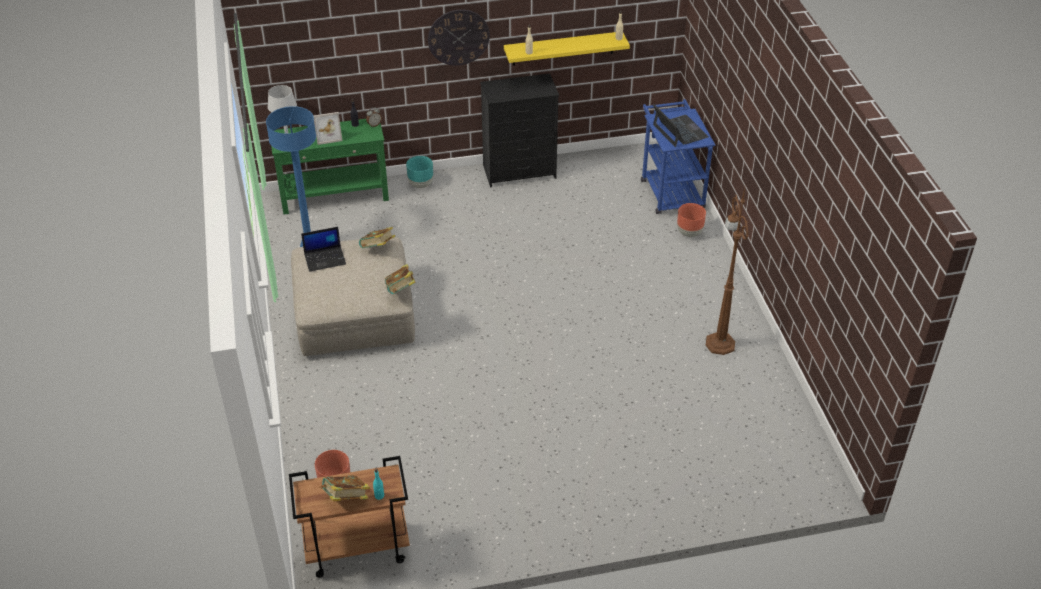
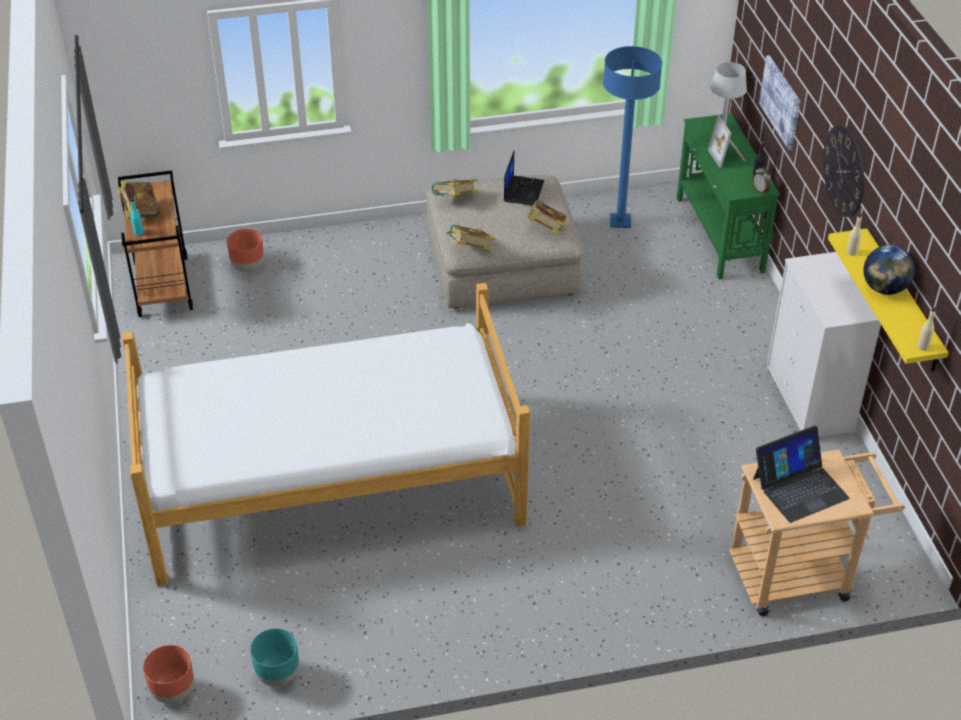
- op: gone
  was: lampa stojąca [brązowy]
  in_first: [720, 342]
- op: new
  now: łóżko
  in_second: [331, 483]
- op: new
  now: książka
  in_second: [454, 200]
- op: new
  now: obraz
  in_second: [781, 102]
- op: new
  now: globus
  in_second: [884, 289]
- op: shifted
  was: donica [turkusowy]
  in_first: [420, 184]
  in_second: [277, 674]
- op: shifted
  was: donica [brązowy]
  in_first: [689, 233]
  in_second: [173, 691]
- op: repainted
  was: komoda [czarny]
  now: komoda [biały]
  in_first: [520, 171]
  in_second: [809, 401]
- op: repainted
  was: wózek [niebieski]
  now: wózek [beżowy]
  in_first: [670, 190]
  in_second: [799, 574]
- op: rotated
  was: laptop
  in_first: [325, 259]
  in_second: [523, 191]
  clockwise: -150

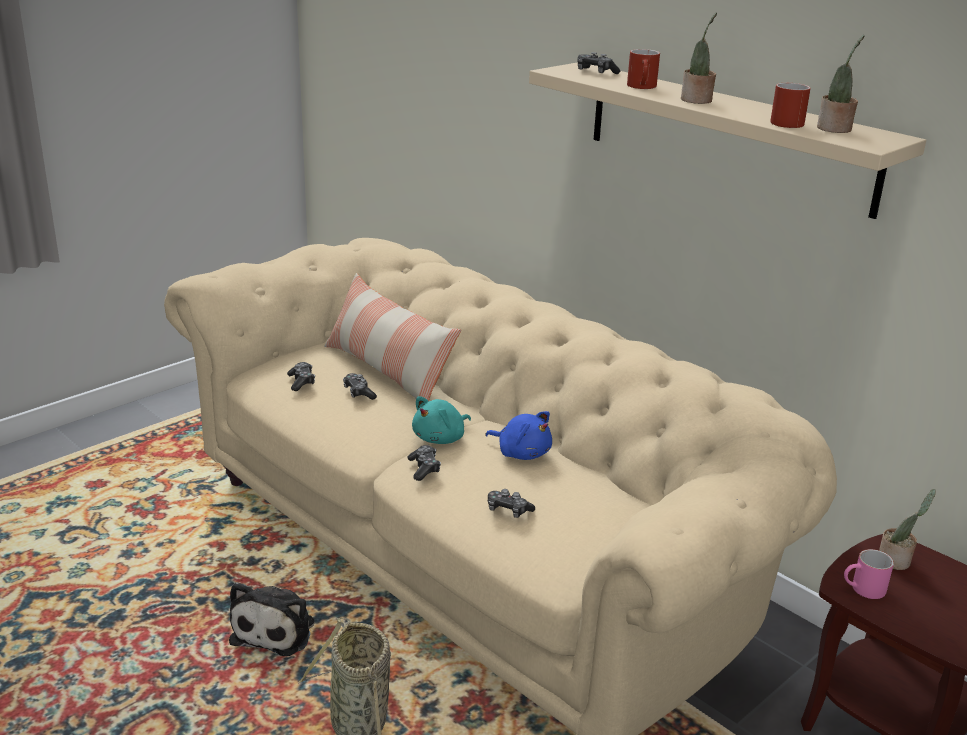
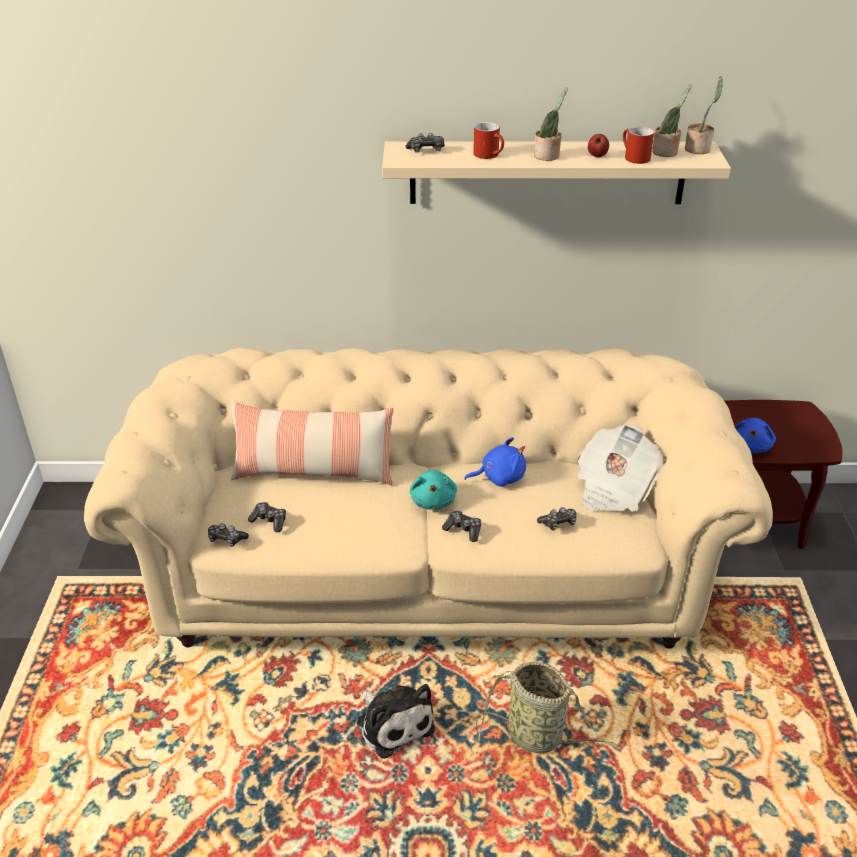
- op: new
  now: gazeta
  in_second: [613, 488]
- op: new
  now: jabłko
  in_second: [597, 156]
- op: shifted
  was: pad do gier
  in_first: [359, 392]
  in_second: [226, 539]
- op: shifted
  was: roślina doniczkowa
  in_first: [896, 561]
  in_second: [699, 149]
- op: swapped
  was: kubek [różowy]
  now: pluszak [niebieski]
  in_first: [863, 590]
  in_second: [750, 446]

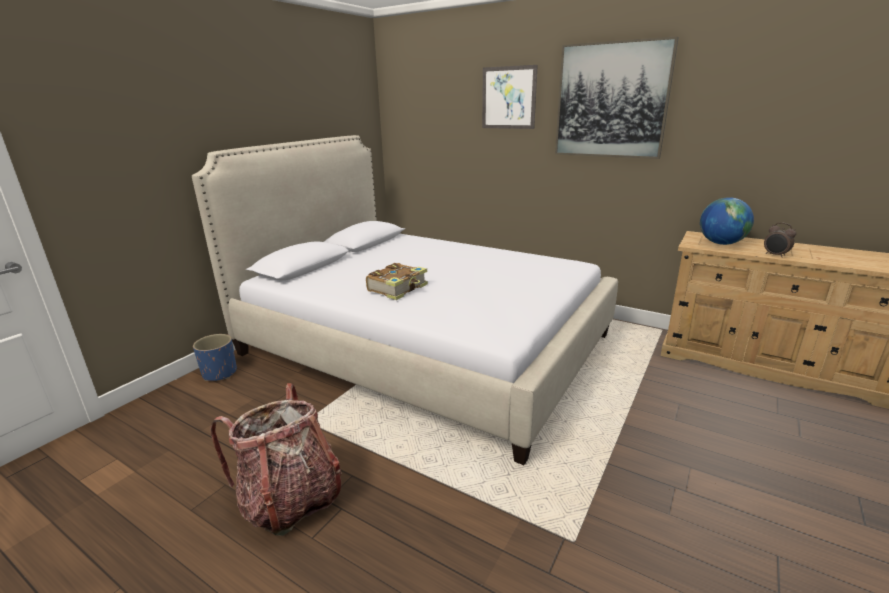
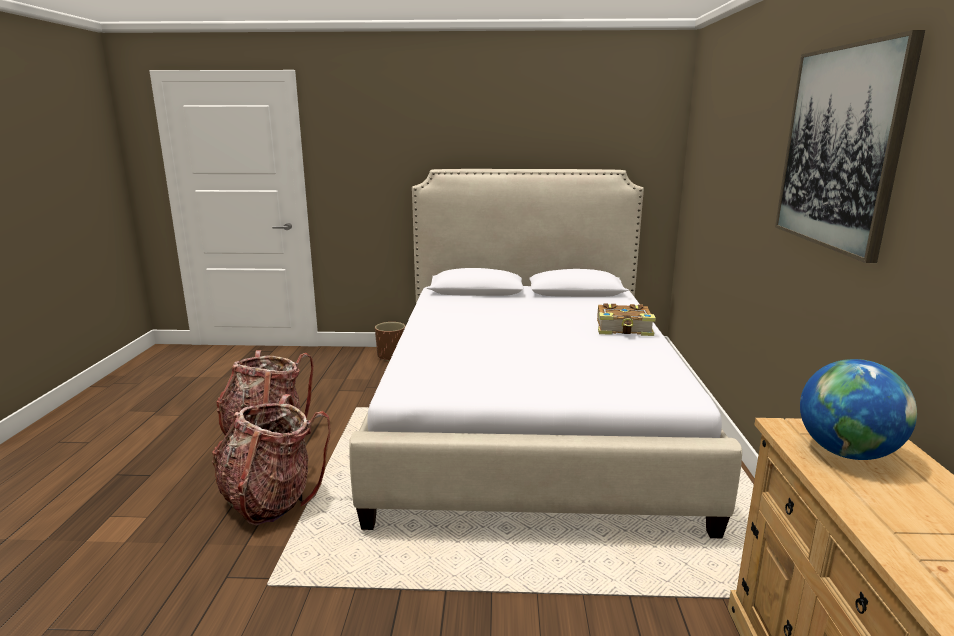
- op: gone
  was: obraz
  in_first: [508, 98]
- op: gone
  was: budzik
  in_first: [775, 255]
- op: new
  now: plecak
  in_second: [271, 500]
- op: shifted
  was: książka
  in_first: [398, 288]
  in_second: [624, 329]
- op: repainted
  was: donica [niebieski]
  now: donica [brązowy]
  in_first: [219, 373]
  in_second: [391, 356]

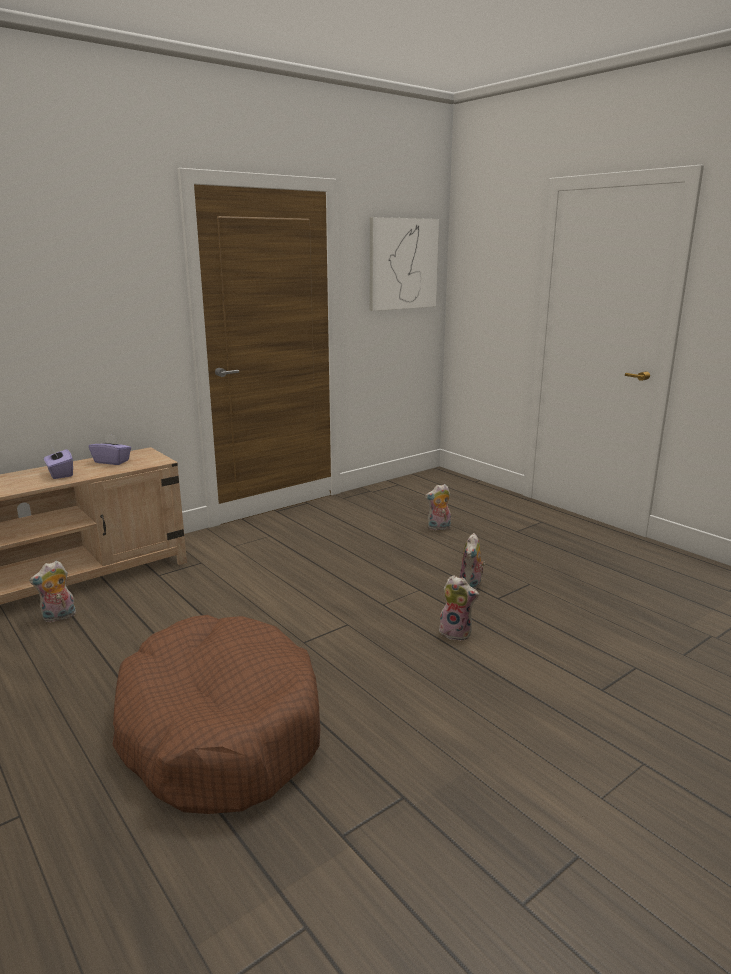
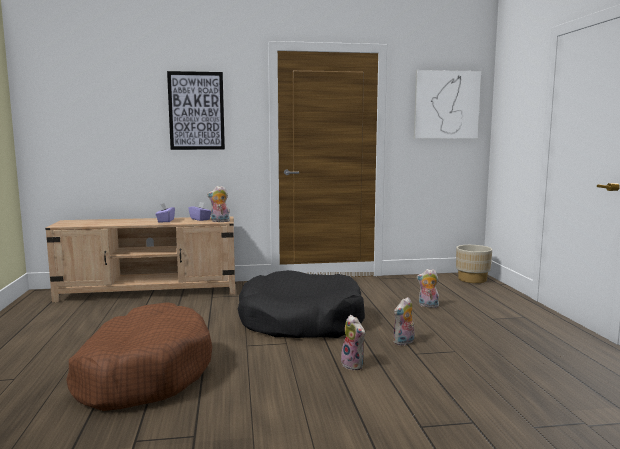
- op: new
  now: obraz
  in_second: [196, 111]
- op: new
  now: legowisko [czarny]
  in_second: [301, 321]
- op: new
  now: donica [beżowy]
  in_second: [472, 279]
- op: shifted
  was: pluszak
  in_first: [58, 617]
  in_second: [219, 221]

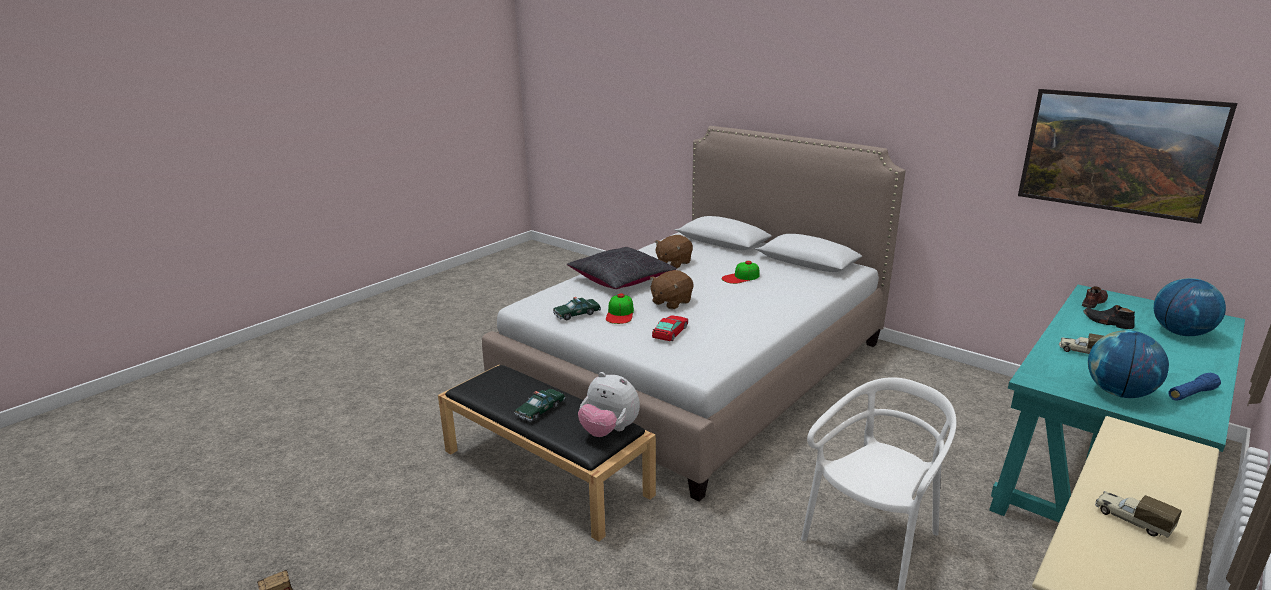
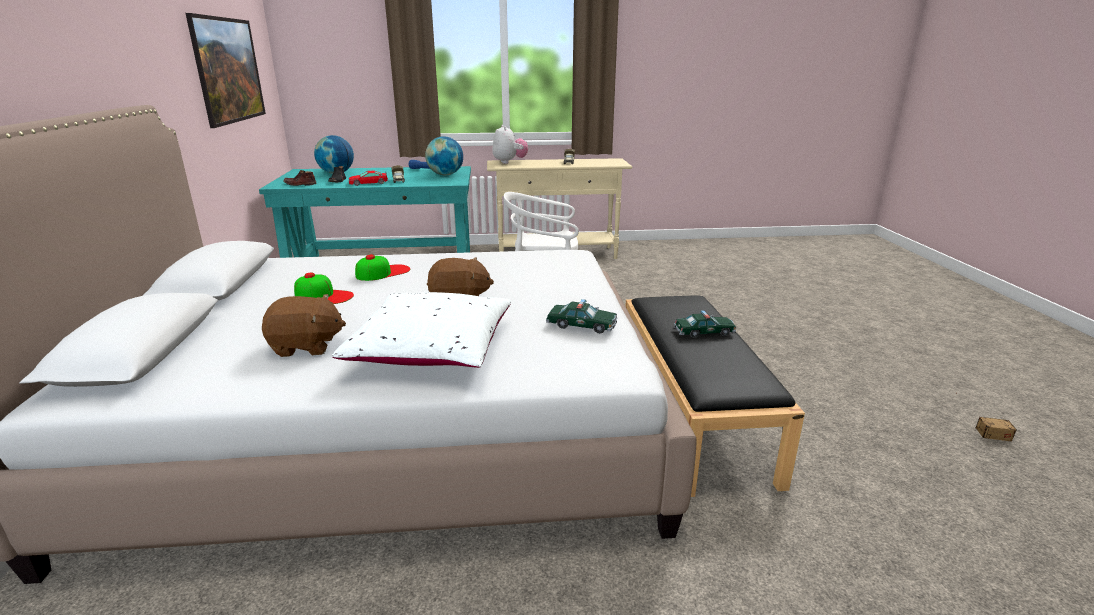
- op: shifted
  was: pluszak
  in_first: [609, 431]
  in_second: [509, 162]
- op: shifted
  was: czapka z daszkiem
  in_first: [620, 314]
  in_second: [383, 272]
- op: shifted
  was: samochodzik
  in_first: [670, 332]
  in_second: [368, 183]
- op: repainted
  was: poduszka [czarny]
  now: poduszka [biały]
  in_first: [621, 280]
  in_second: [432, 350]

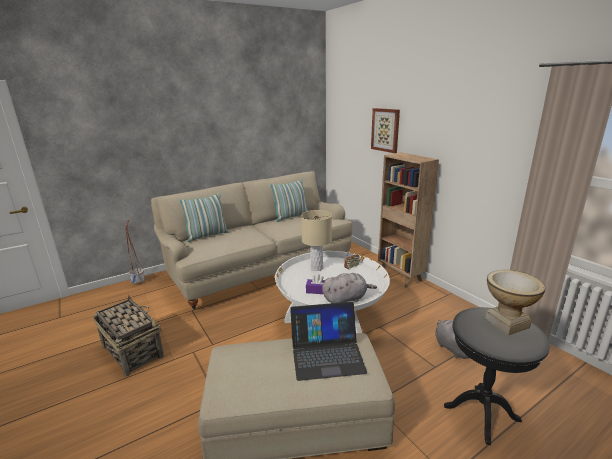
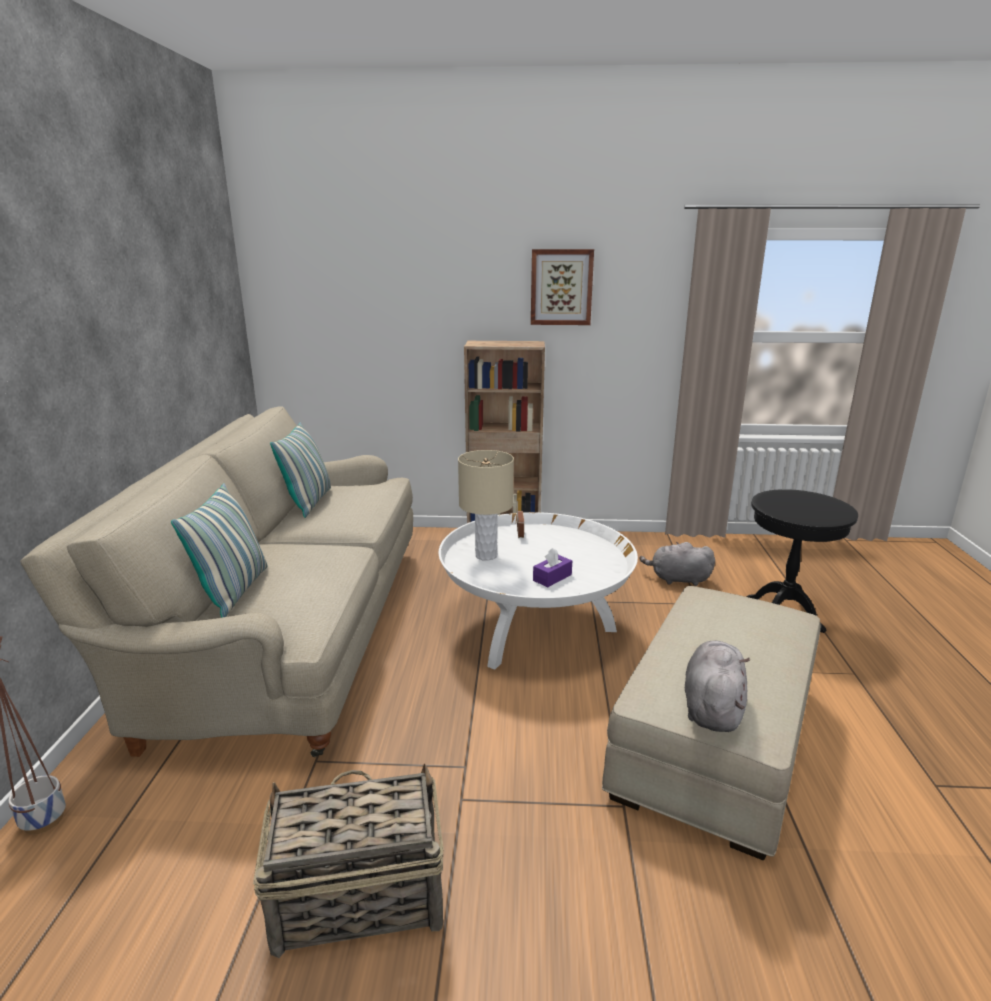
- op: gone
  was: laptop
  in_first: [327, 354]
- op: gone
  was: wazon
  in_first: [506, 323]
- op: shifted
  was: pluszak [szary]
  in_first: [346, 299]
  in_second: [712, 707]
- op: shifted
  was: obraz
  in_first: [385, 130]
  in_second: [561, 287]

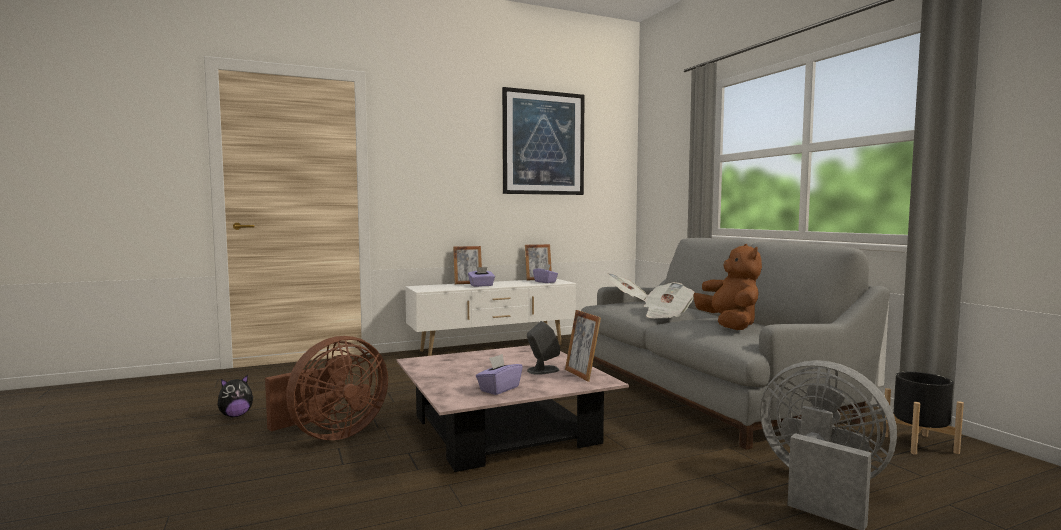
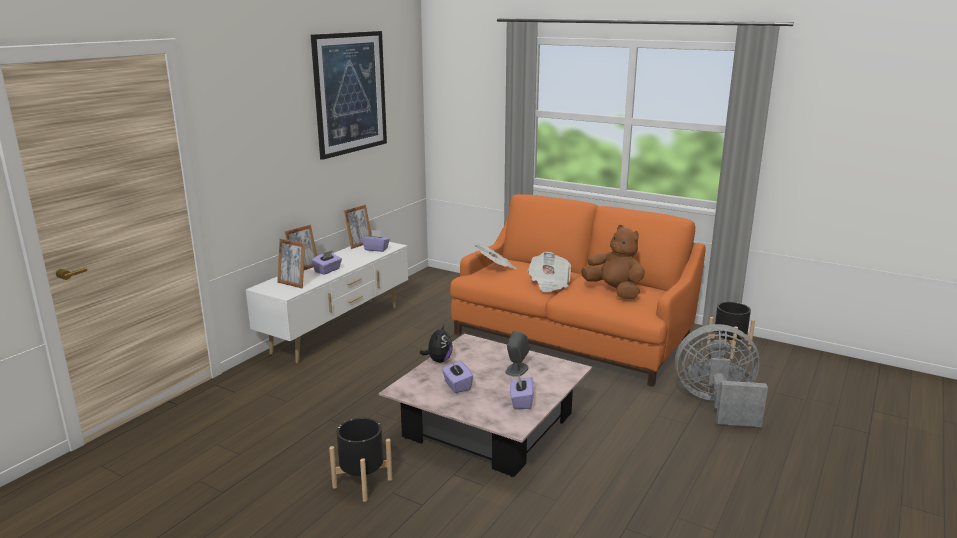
- op: new
  now: pudełko chusteczek [fioletowy]
  in_second: [457, 386]
- op: shifted
  was: pluszak
  in_first: [235, 415]
  in_second: [438, 360]
- op: shifted
  was: ramka na zdjęcie
  in_first: [582, 374]
  in_second: [293, 284]
- op: swapped
  was: wentylator [brązowy]
  now: donica [czarny]
  in_first: [331, 435]
  in_second: [362, 483]
- op: repainted
  was: kanapa [szary]
  now: kanapa [pomarańczowy]
  in_first: [708, 390]
  in_second: [573, 335]

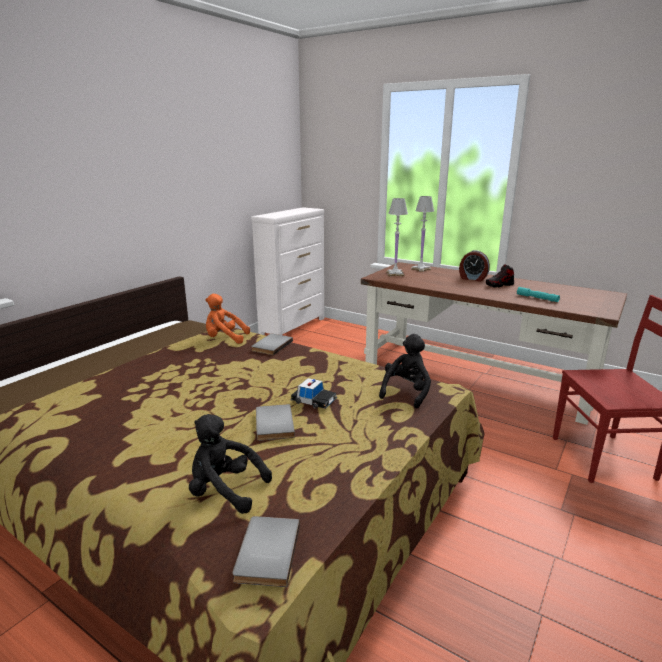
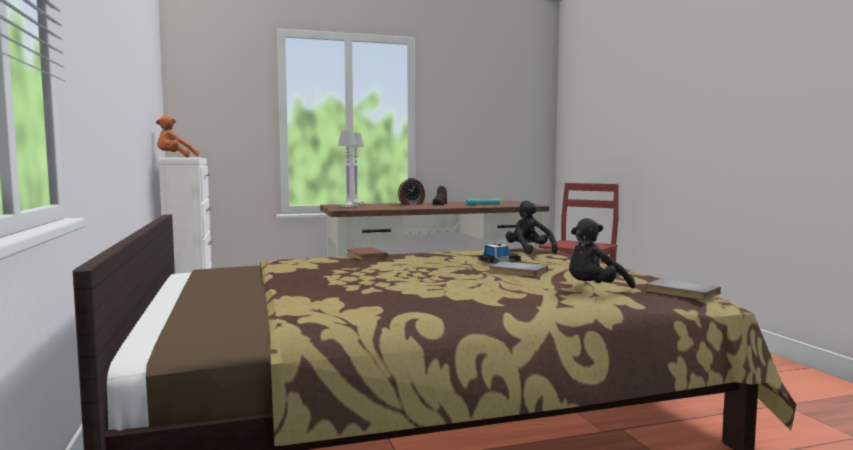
- op: shifted
  was: pluszak [pomarańczowy]
  in_first: [224, 339]
  in_second: [175, 157]
- op: repainted
  was: książka [szary]
  now: książka [brązowy]
  in_first: [271, 345]
  in_second: [365, 256]

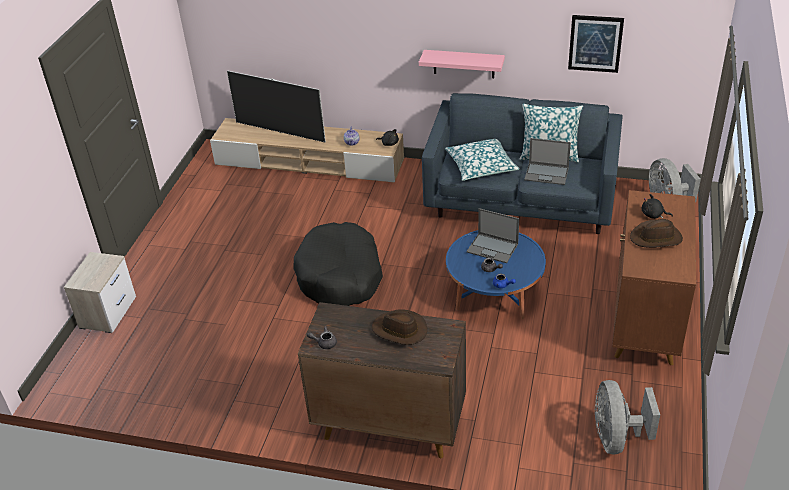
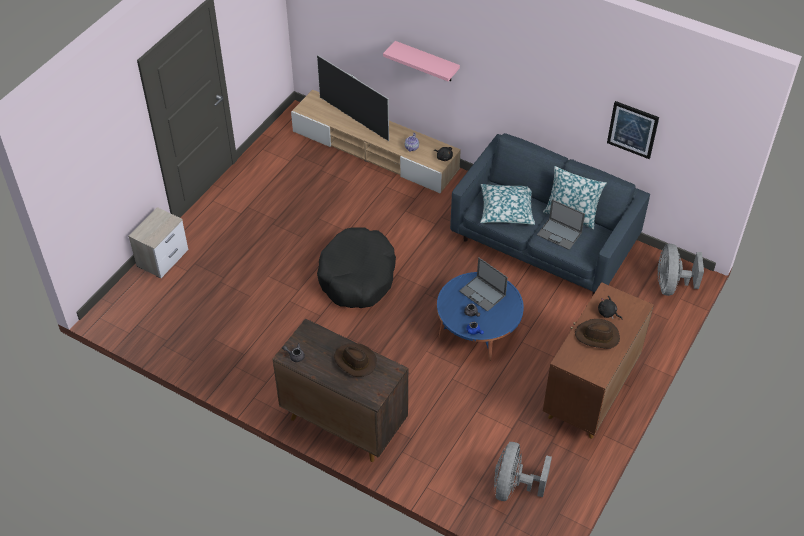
- op: shifted
  was: półka [różowy]
  in_first: [464, 64]
  in_second: [426, 62]

